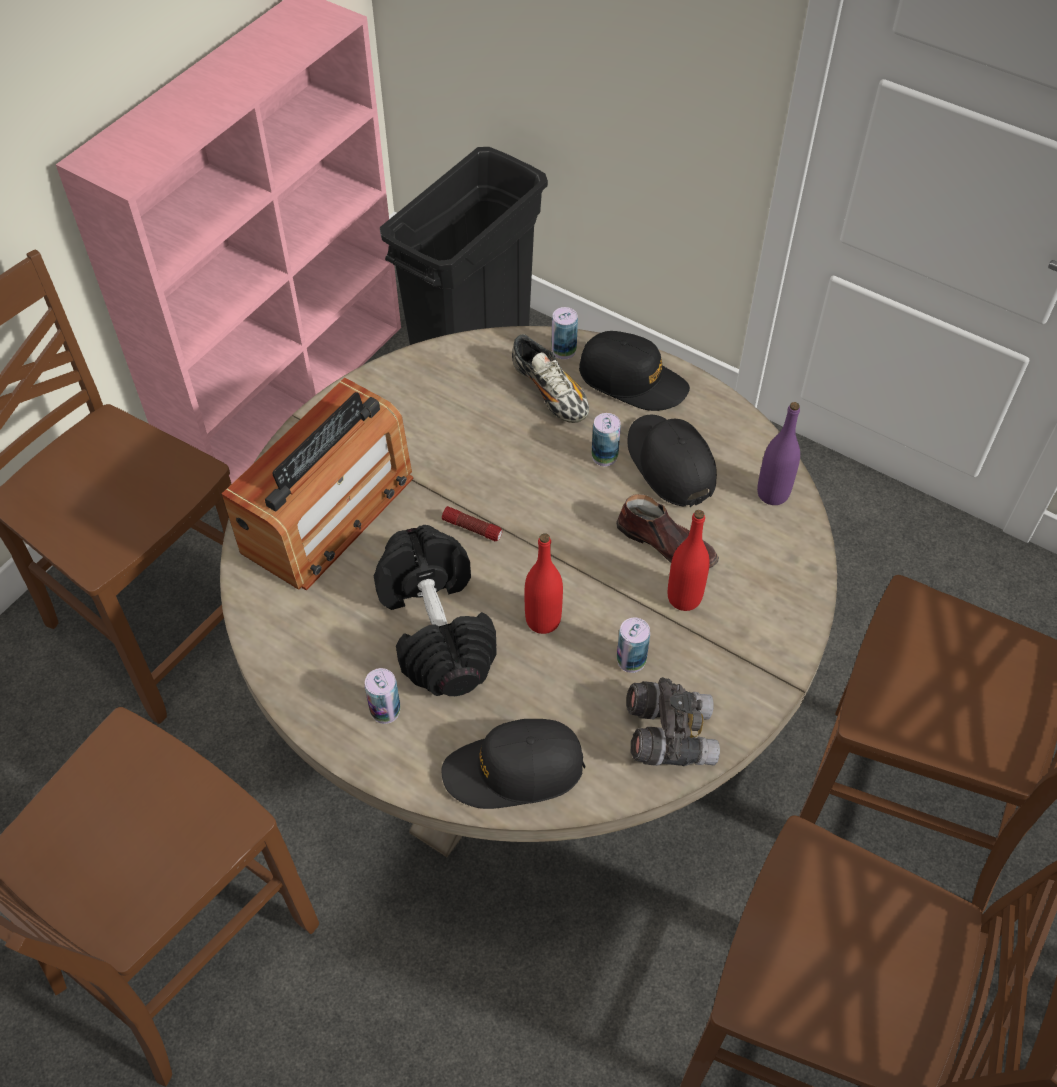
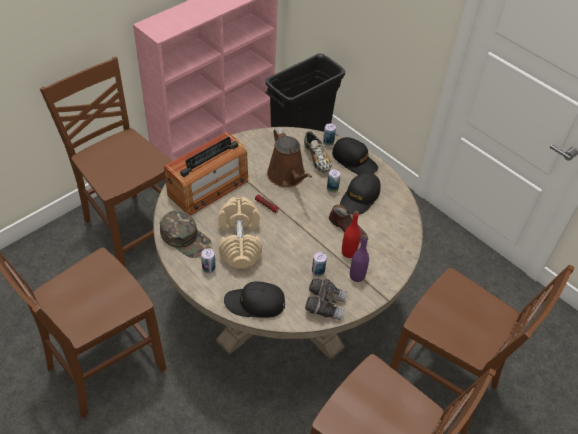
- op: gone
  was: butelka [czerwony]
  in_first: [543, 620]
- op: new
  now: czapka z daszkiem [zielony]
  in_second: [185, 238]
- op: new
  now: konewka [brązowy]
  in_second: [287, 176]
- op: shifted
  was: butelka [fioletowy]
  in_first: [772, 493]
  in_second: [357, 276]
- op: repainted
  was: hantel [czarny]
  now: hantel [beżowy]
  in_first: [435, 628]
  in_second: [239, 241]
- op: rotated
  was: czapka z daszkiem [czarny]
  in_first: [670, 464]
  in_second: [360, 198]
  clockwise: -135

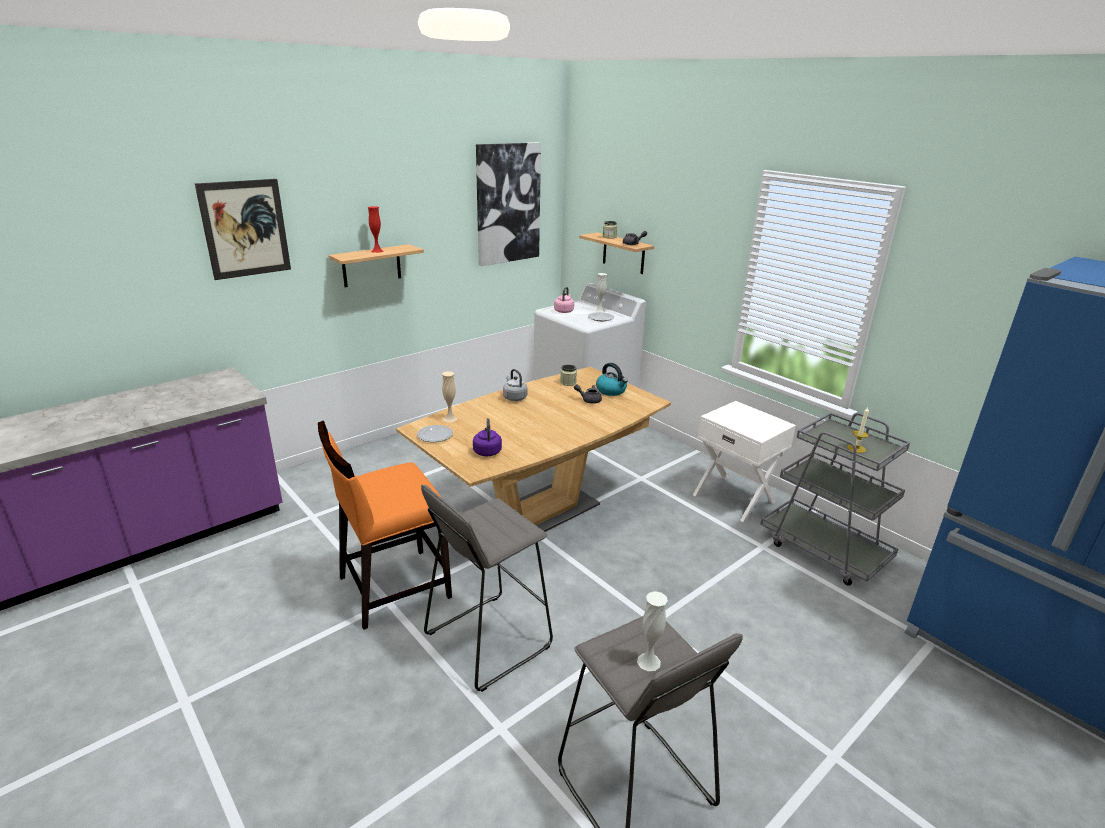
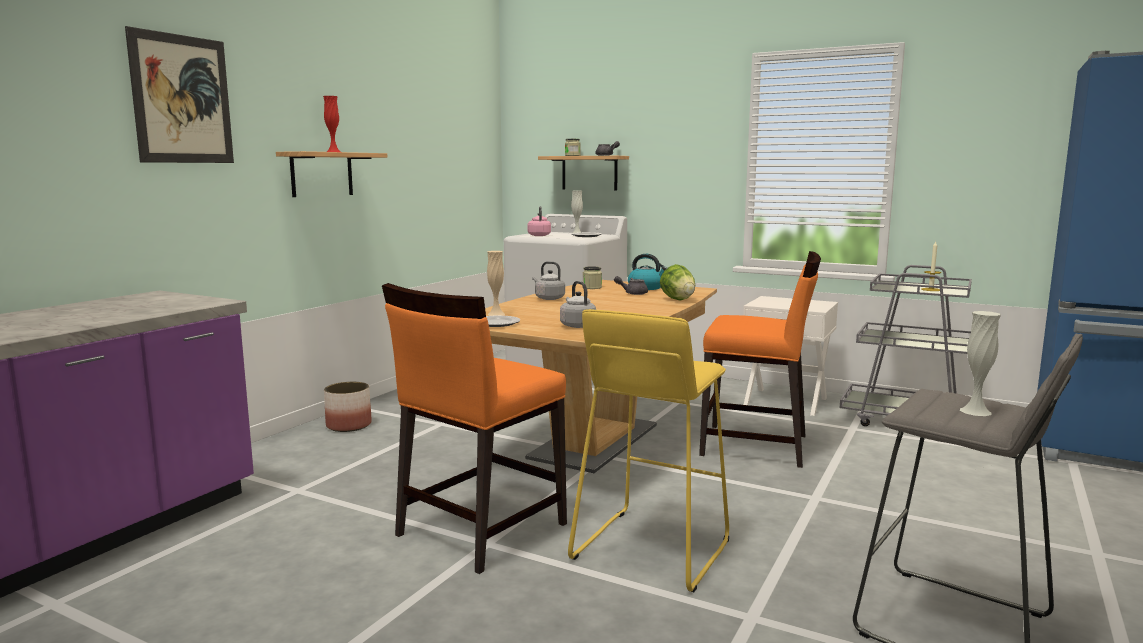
- op: gone
  was: obraz
  in_first: [508, 204]
- op: new
  now: donica
  in_second: [349, 425]
- op: new
  now: sałata
  in_second: [678, 299]
- op: new
  now: krzesło [pomarańczowy]
  in_second: [755, 446]
- op: repainted
  was: stołek [szary]
  now: stołek [żółty]
  in_first: [487, 640]
  in_second: [650, 549]
- op: repainted
  was: czajnik [fioletowy]
  now: czajnik [szary]
  in_first: [487, 451]
  in_second: [577, 325]

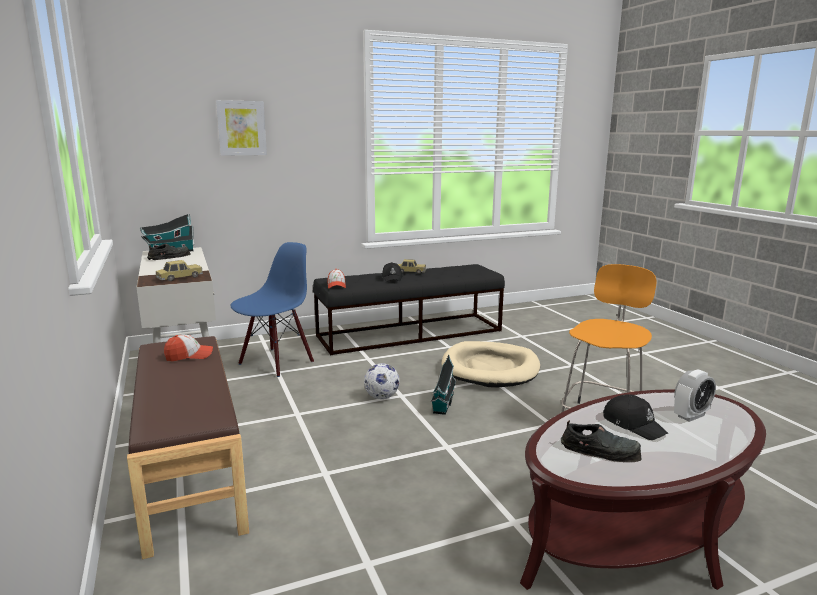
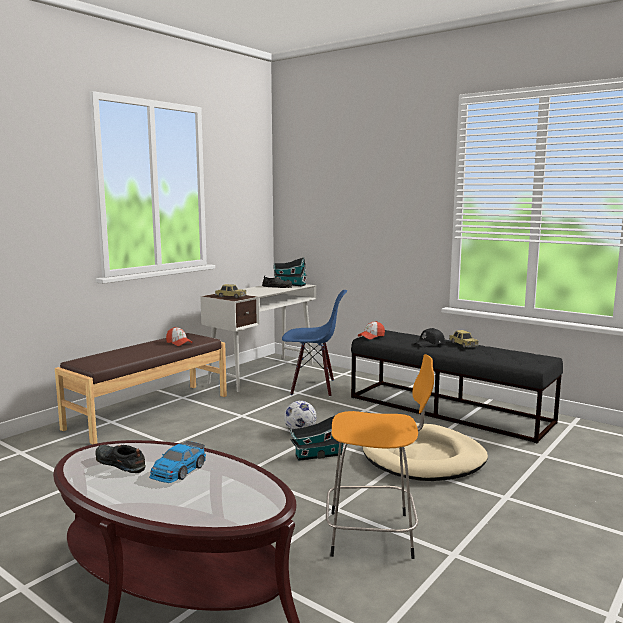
- op: gone
  was: obraz
  in_first: [241, 128]
- op: gone
  was: budzik
  in_first: [691, 416]
- op: swapped
  was: czapka z daszkiem [czarny]
  now: samochodzik
  in_first: [633, 424]
  in_second: [178, 471]
- op: rotated
  was: but [czarny]
  in_first: [601, 450]
  in_second: [119, 463]
  clockwise: 135

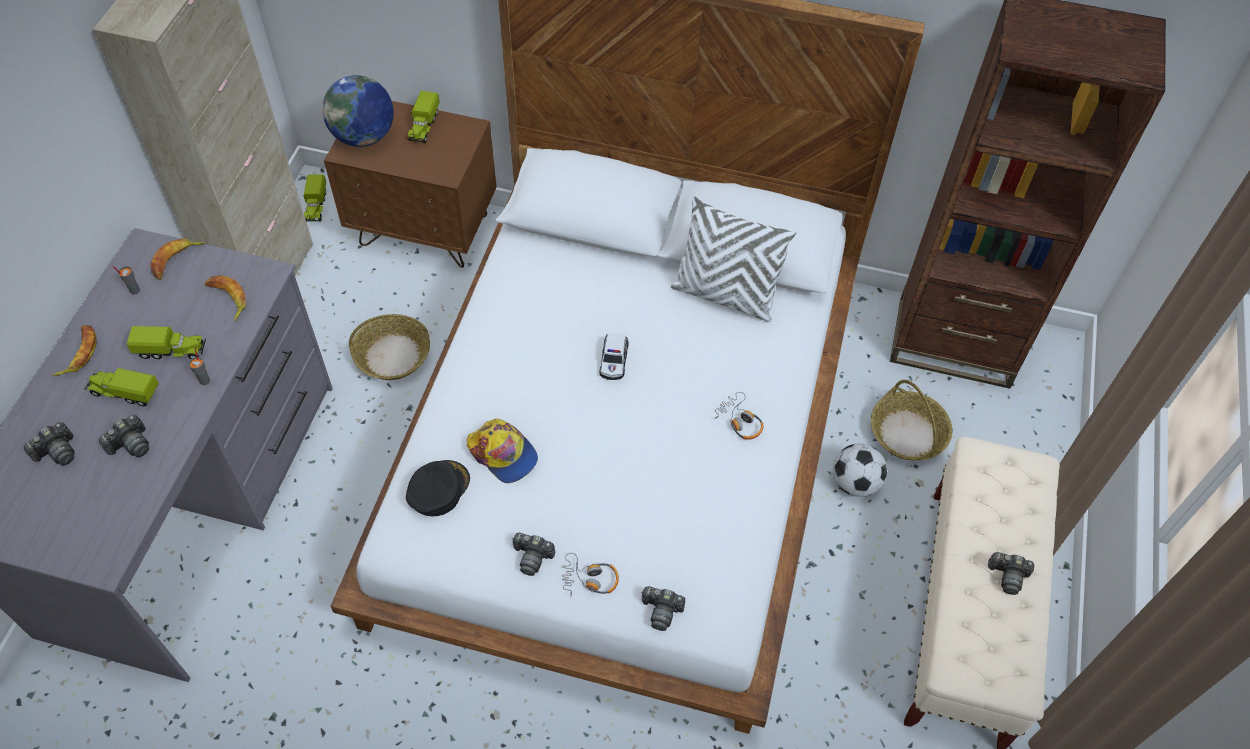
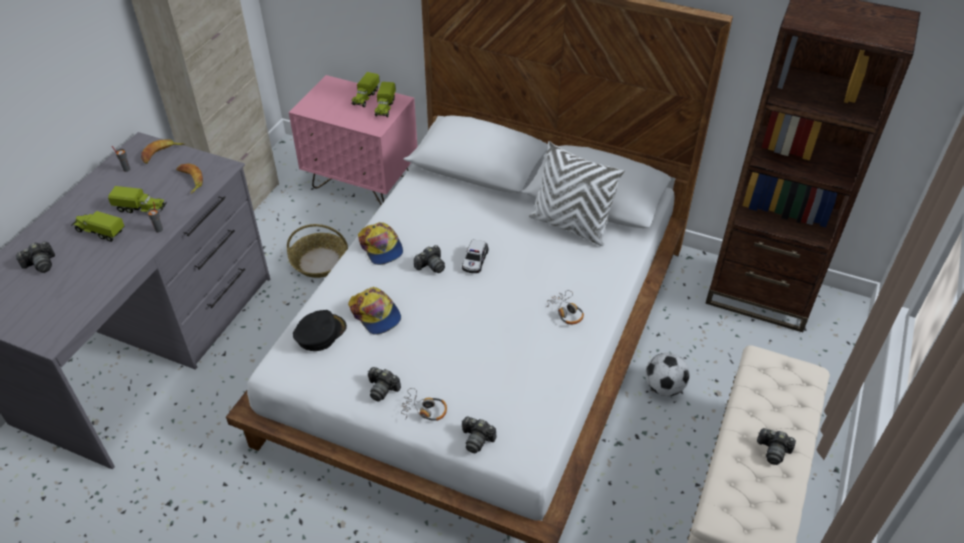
- op: gone
  was: banan
  in_first: [79, 353]
- op: gone
  was: globus
  in_first: [363, 136]
- op: gone
  was: koszyk
  in_first: [908, 434]
- op: new
  now: czapka z daszkiem
  in_second: [381, 247]
- op: shifted
  was: aparat fotograficzny
  in_first: [131, 444]
  in_second: [431, 266]
- op: shifted
  was: ciężarówka zabawkowa
  in_first: [316, 206]
  in_second: [385, 107]
- op: repainted
  was: szafka nocna [brązowy]
  now: szafka nocna [różowy]
  in_first: [425, 231]
  in_second: [362, 182]

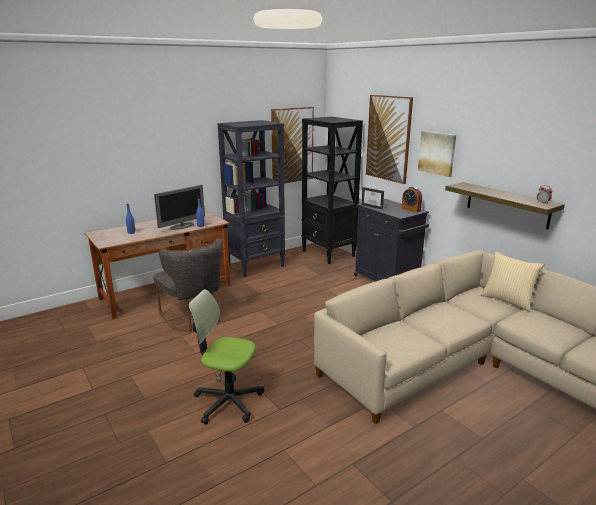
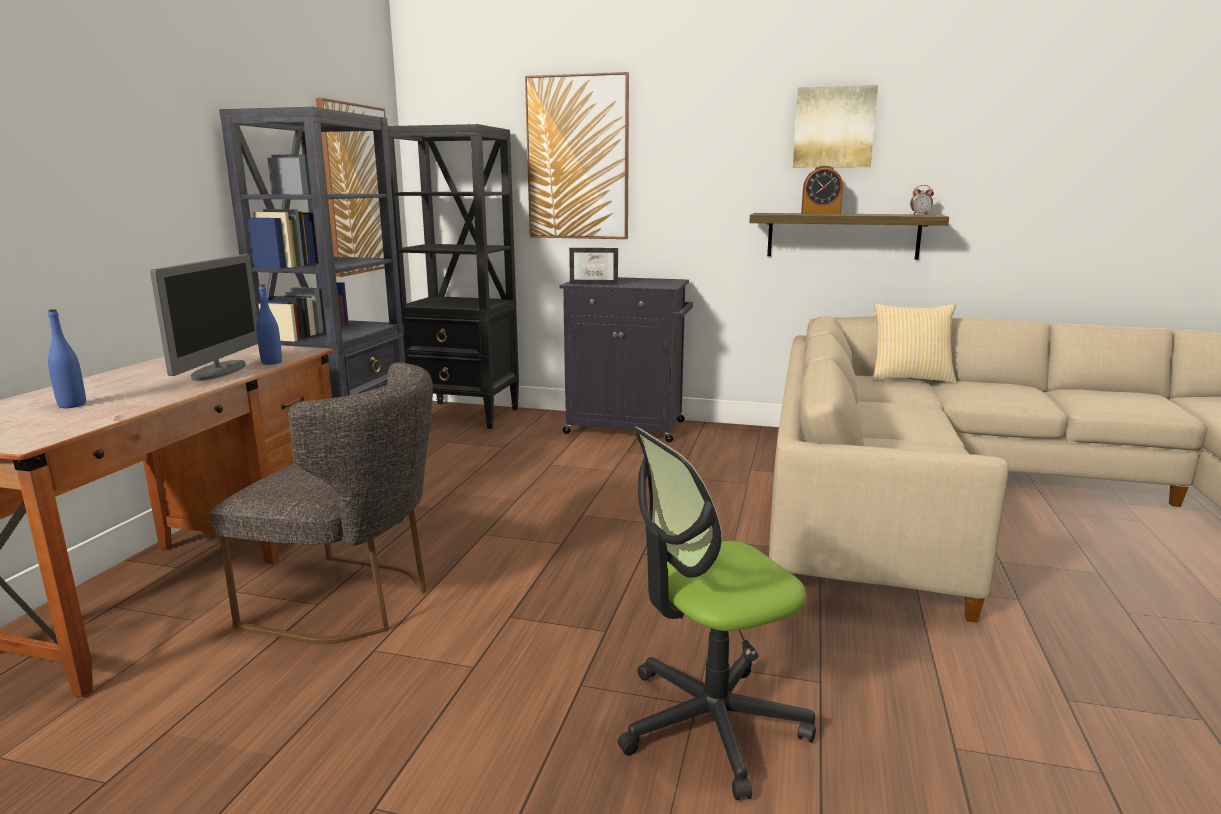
- op: shifted
  was: budzik
  in_first: [411, 209]
  in_second: [820, 213]
- op: shifted
  was: obraz
  in_first: [437, 153]
  in_second: [834, 127]

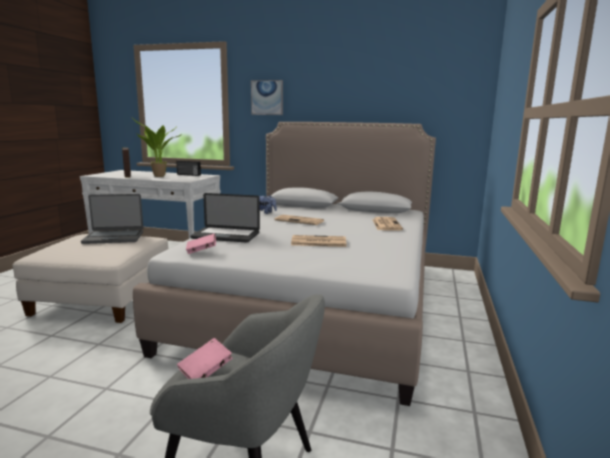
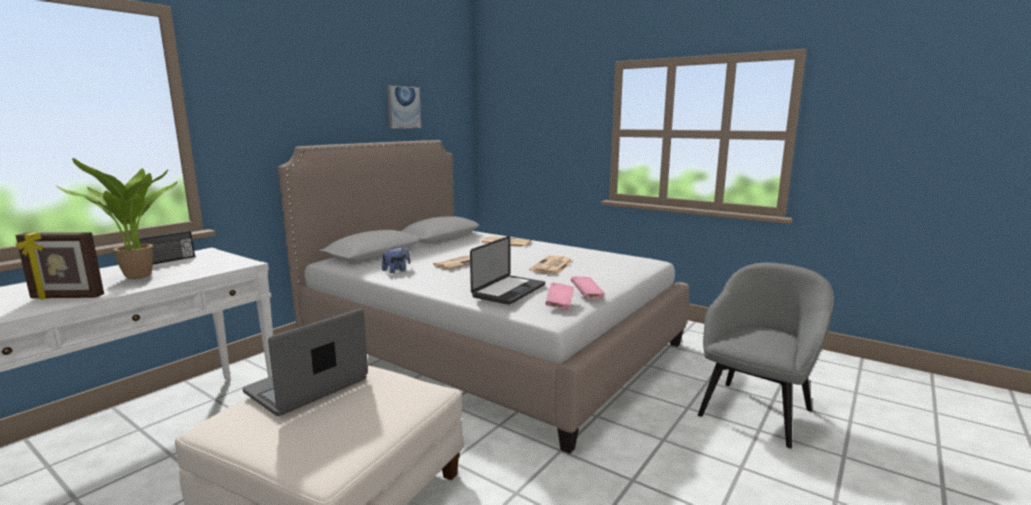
- op: shifted
  was: książka [różowy]
  in_first: [205, 372]
  in_second: [587, 295]
- op: shifted
  was: obraz
  in_first: [267, 97]
  in_second: [403, 107]
- op: rotated
  was: laptop
  in_first: [114, 237]
  in_second: [308, 386]
  clockwise: -150

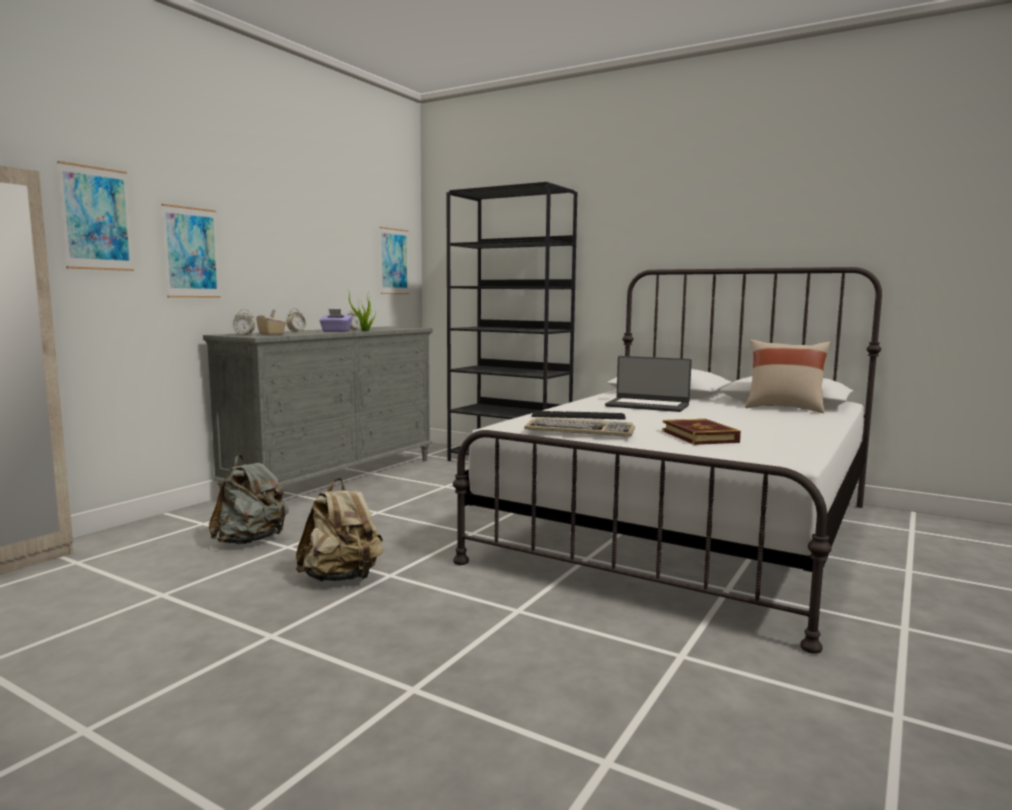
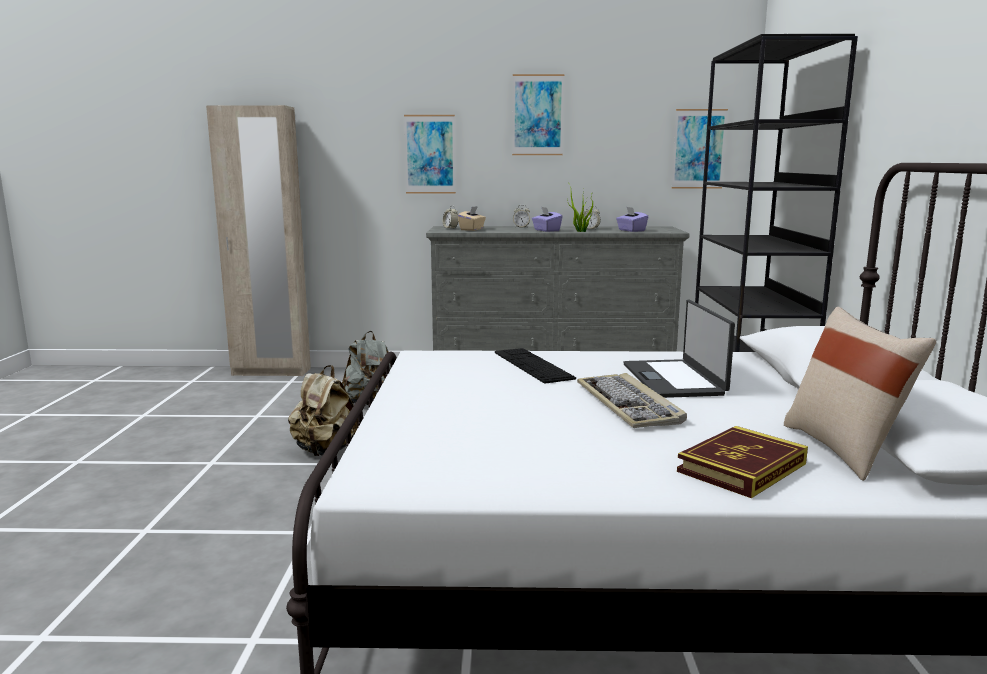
- op: new
  now: pudełko chusteczek [fioletowy]
  in_second: [631, 230]
- op: shifted
  was: obraz
  in_first: [96, 218]
  in_second: [537, 115]
- op: shifted
  was: klawiatura
  in_first: [581, 431]
  in_second: [629, 404]
- op: shifted
  was: książka
  in_first: [699, 436]
  in_second: [742, 467]

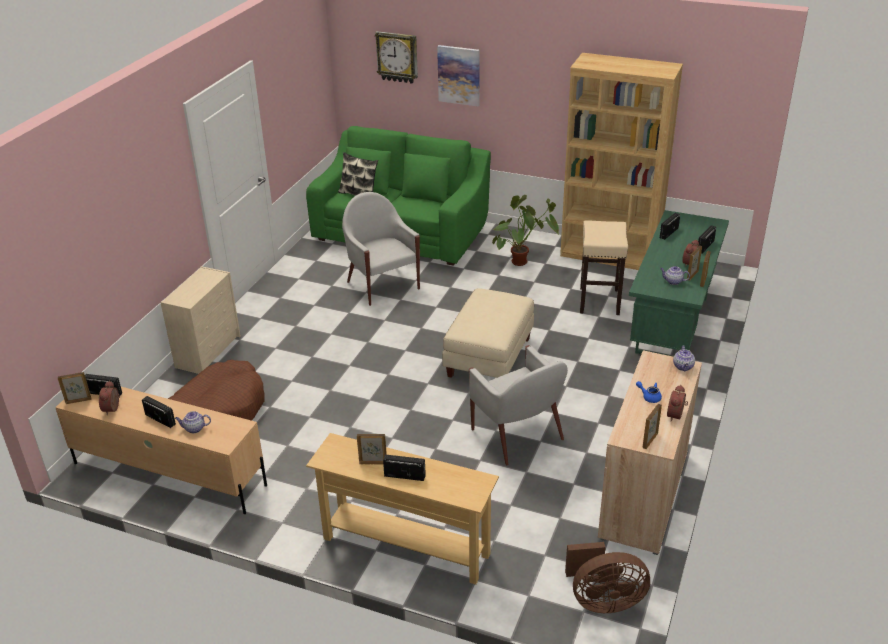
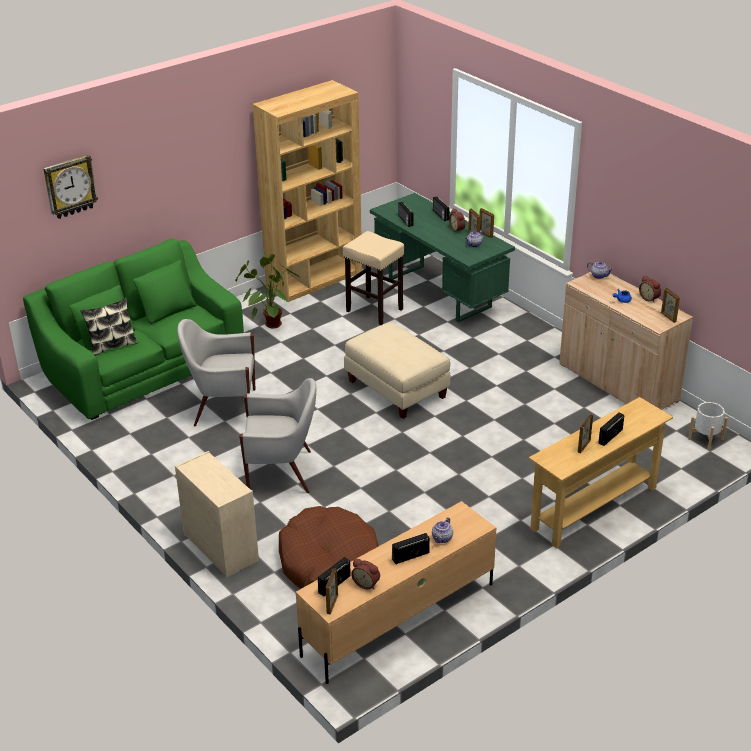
- op: gone
  was: obraz
  in_first: [459, 75]
- op: shifted
  was: fotel [biały]
  in_first: [518, 436]
  in_second: [282, 472]
- op: swapped
  was: wentylator [brązowy]
  now: donica [biały]
  in_first: [603, 600]
  in_second: [705, 439]

